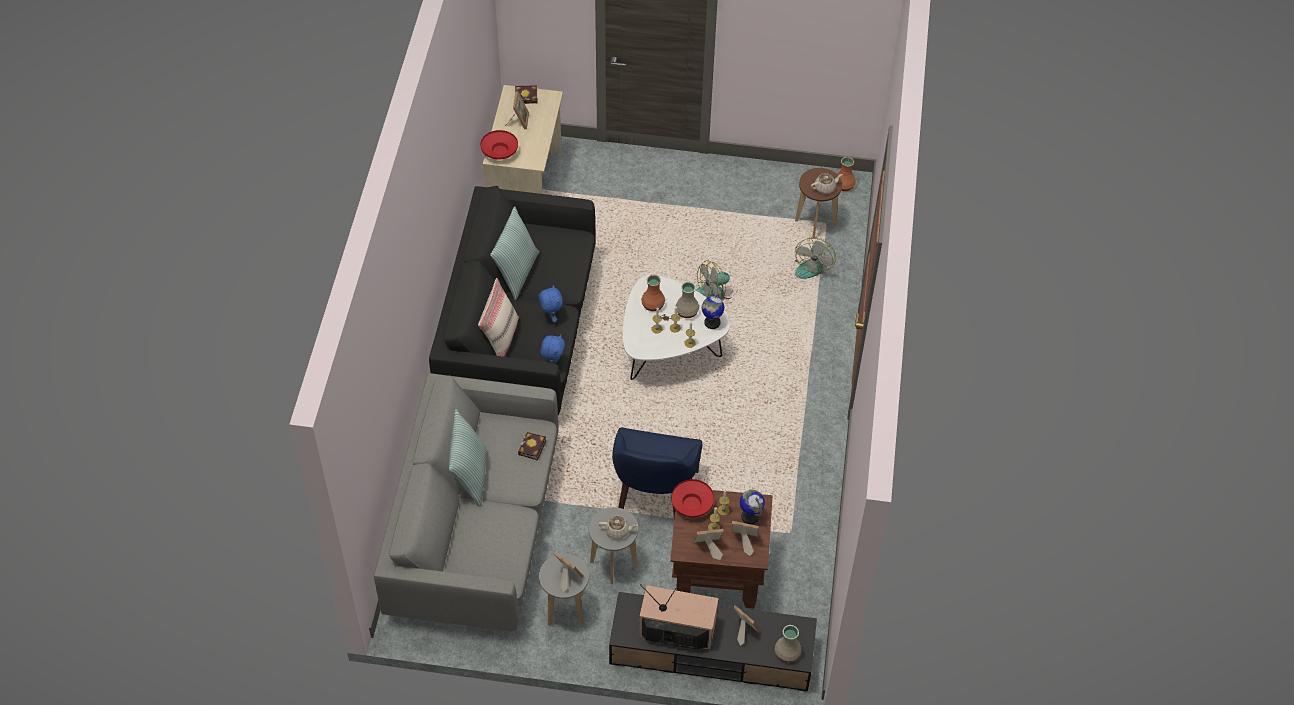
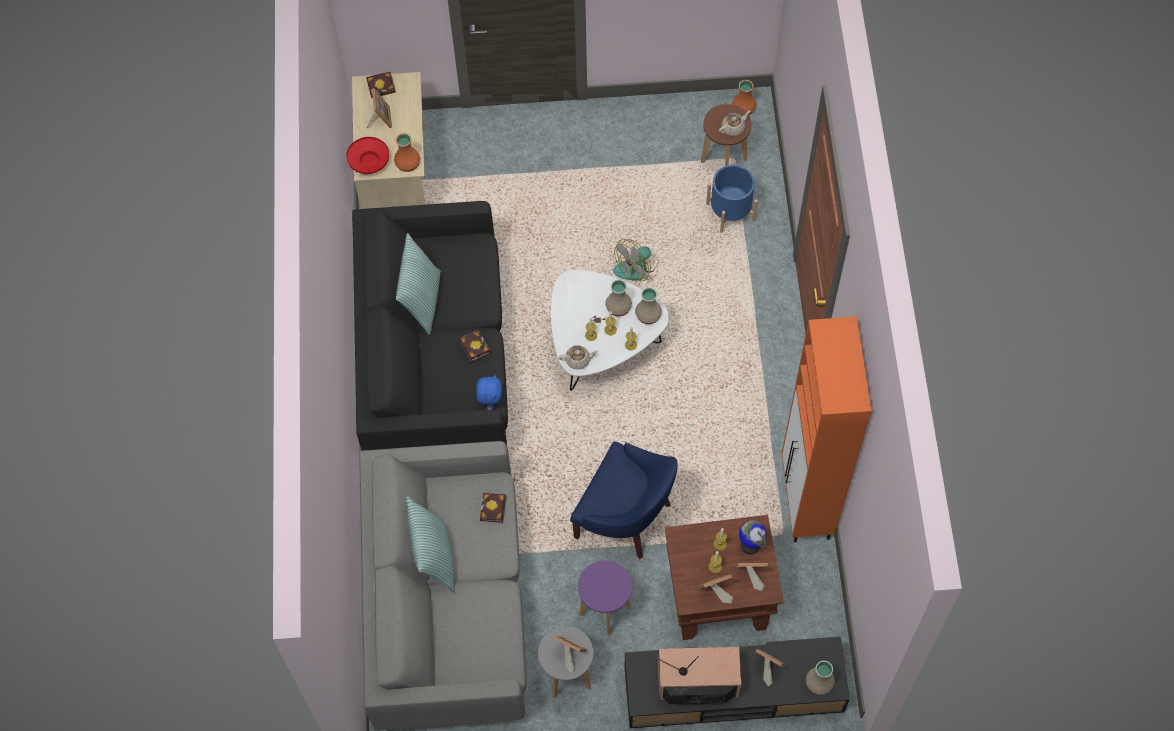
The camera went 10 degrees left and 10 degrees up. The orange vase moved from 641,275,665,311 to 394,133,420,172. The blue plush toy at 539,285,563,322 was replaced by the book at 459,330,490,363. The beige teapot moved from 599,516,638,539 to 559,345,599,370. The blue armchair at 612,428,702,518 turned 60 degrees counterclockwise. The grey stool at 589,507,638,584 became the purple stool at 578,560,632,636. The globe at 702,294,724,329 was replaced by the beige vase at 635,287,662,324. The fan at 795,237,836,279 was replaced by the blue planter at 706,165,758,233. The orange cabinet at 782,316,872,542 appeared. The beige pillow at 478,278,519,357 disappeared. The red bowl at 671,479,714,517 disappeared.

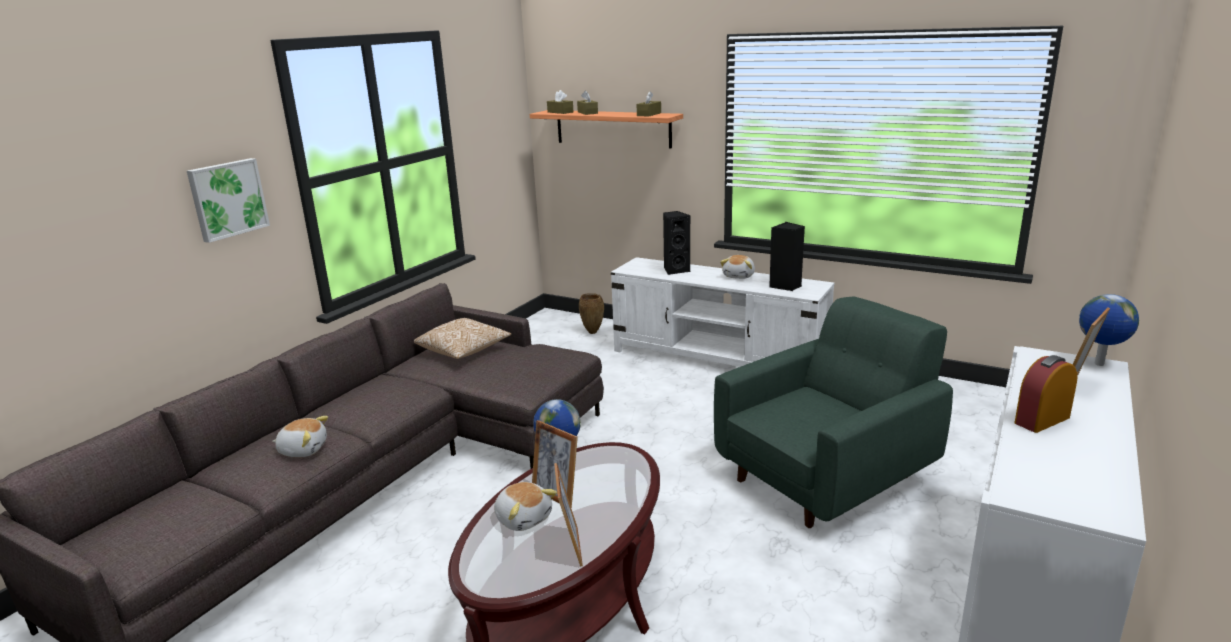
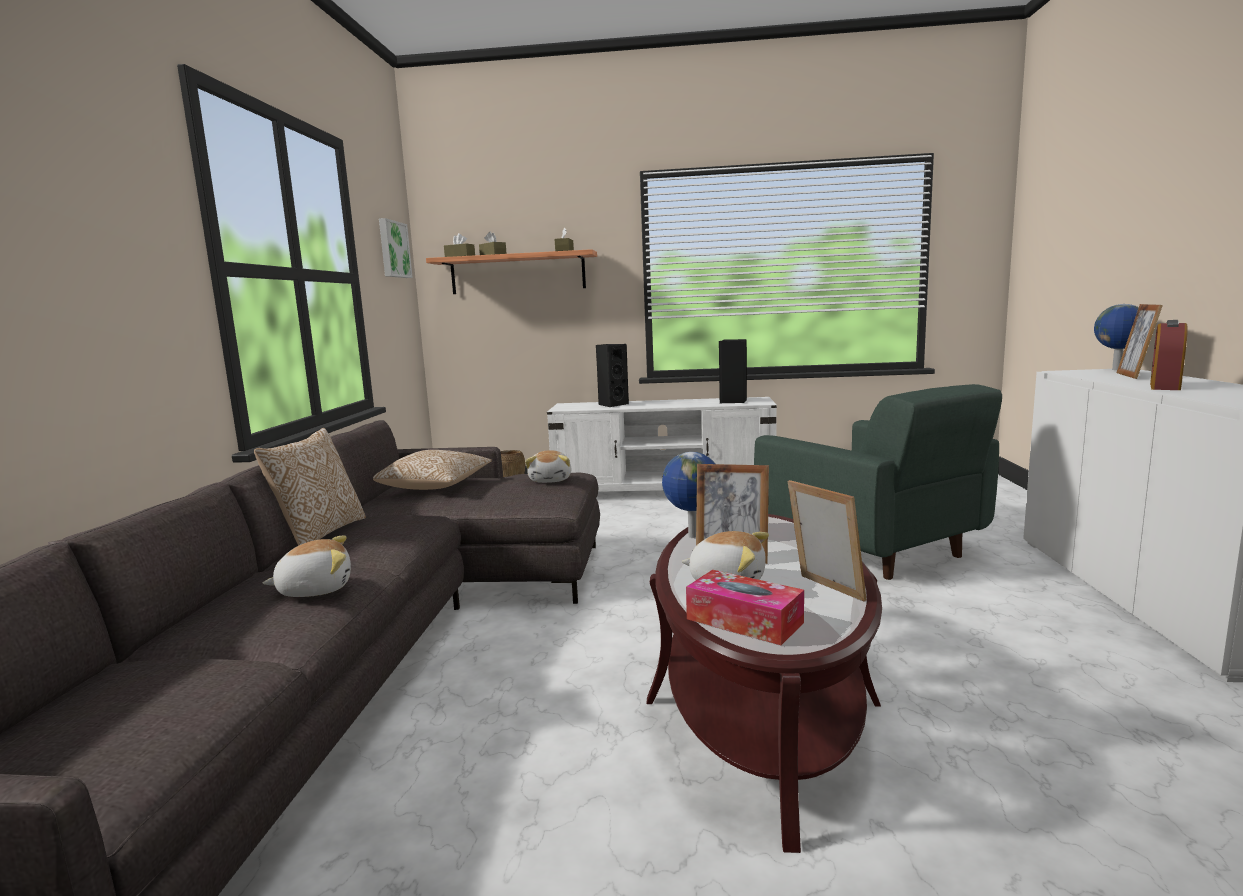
The camera went 25 degrees left and 10 degrees down. The pillow at 254,428,366,546 appeared. The picture moved from 187,158,270,243 to 379,218,413,278. The plush toy moved from 720,255,755,279 to 525,450,571,483. The tissue box at 686,569,804,645 appeared. The green armchair at 714,296,953,528 turned 120 degrees clockwise.

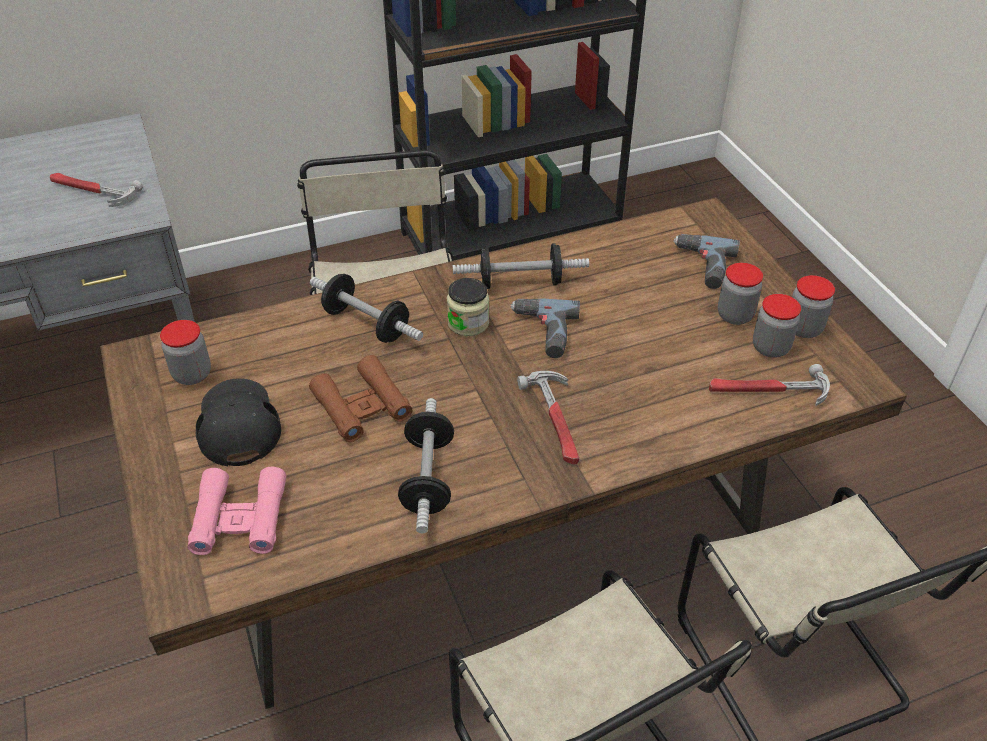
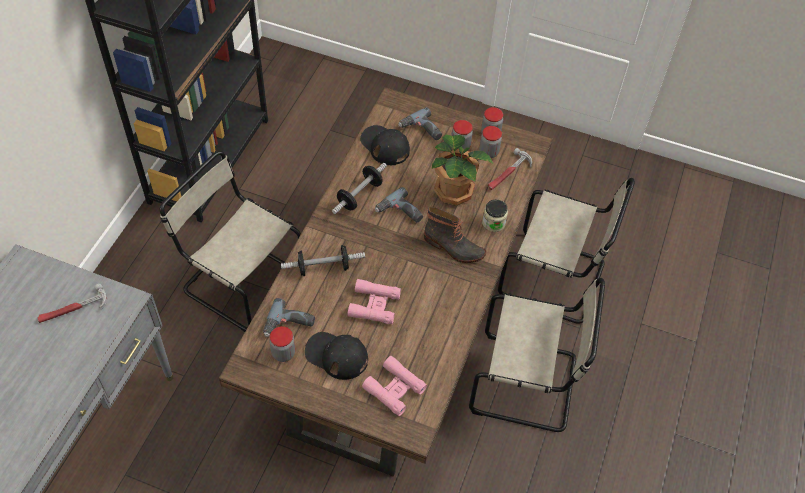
The camera went 50 degrees left and 10 degrees up. The power drill at 263,298,315,337 appeared. The brown binoculars at 309,355,412,442 became the pink binoculars at 347,279,401,324. The black cap at 360,125,410,165 appeared. The hammer at 517,371,579,465 was replaced by the boot at 424,207,486,263. The potted plant at 432,134,493,206 appeared. The jar moved from 447,278,489,336 to 482,200,508,232. The dumbbell at 398,398,454,533 disappeared.

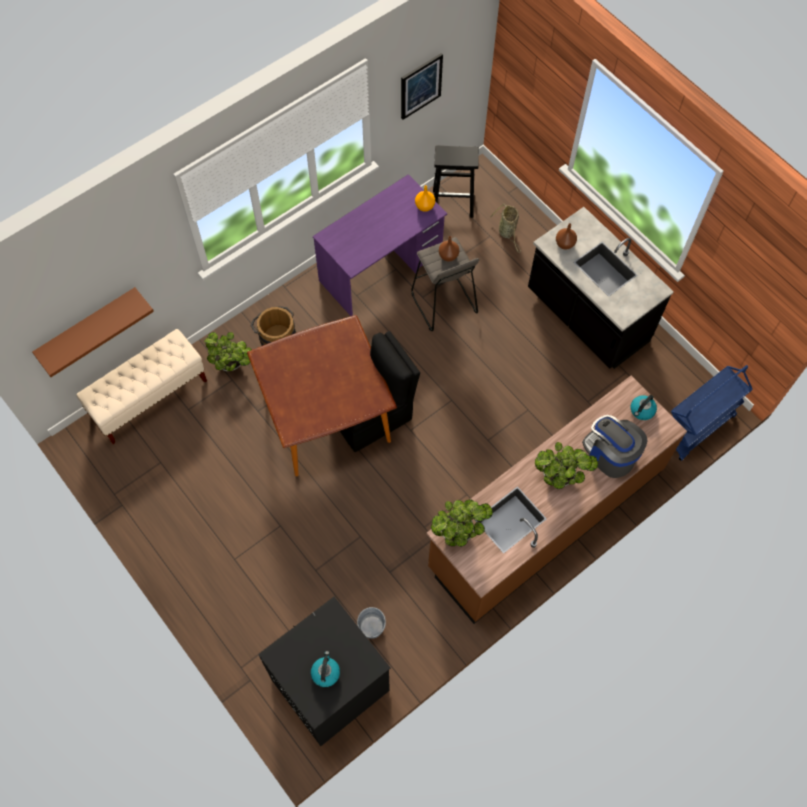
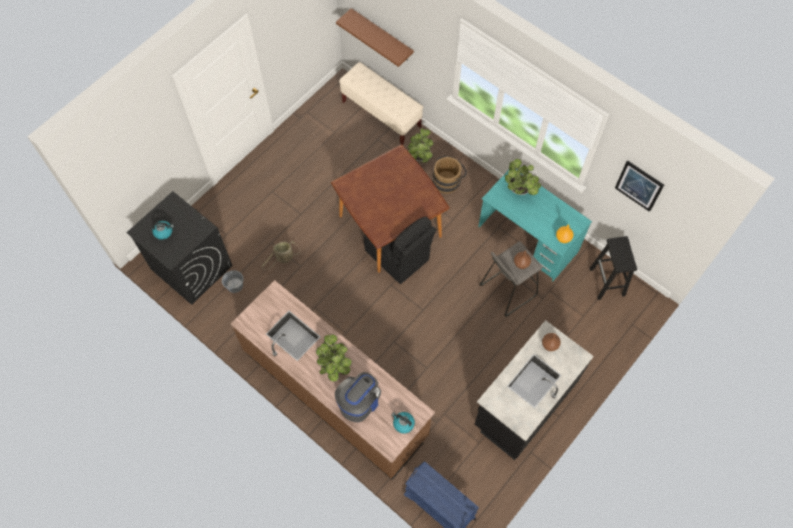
The camera went 80 degrees right and 0 degrees up. The basket moved from 489,203,521,253 to 261,241,301,270. The purple desk at 313,174,447,316 became the turquoise desk at 478,169,592,281. The potted plant moved from 431,499,493,547 to 505,159,541,195.

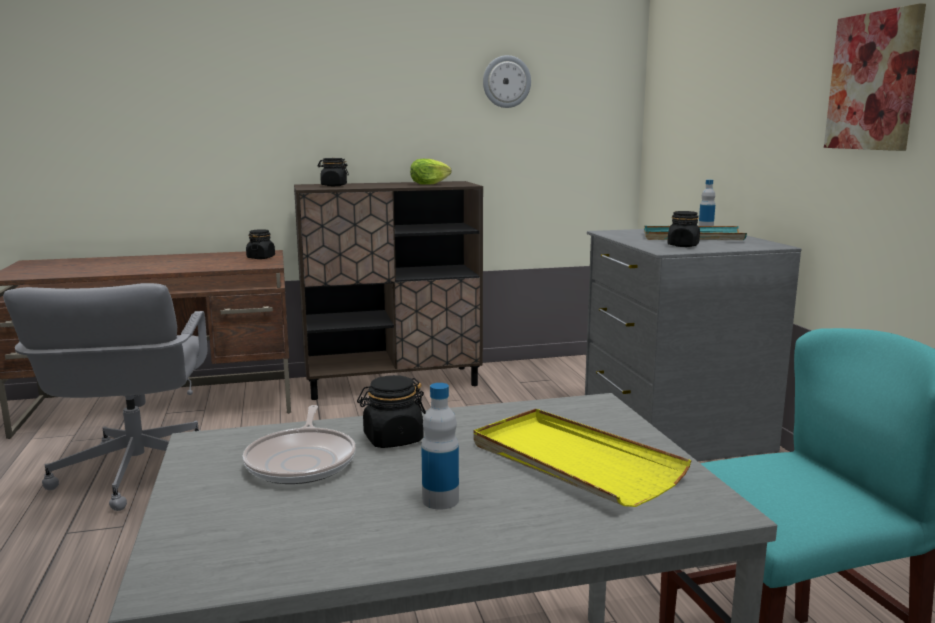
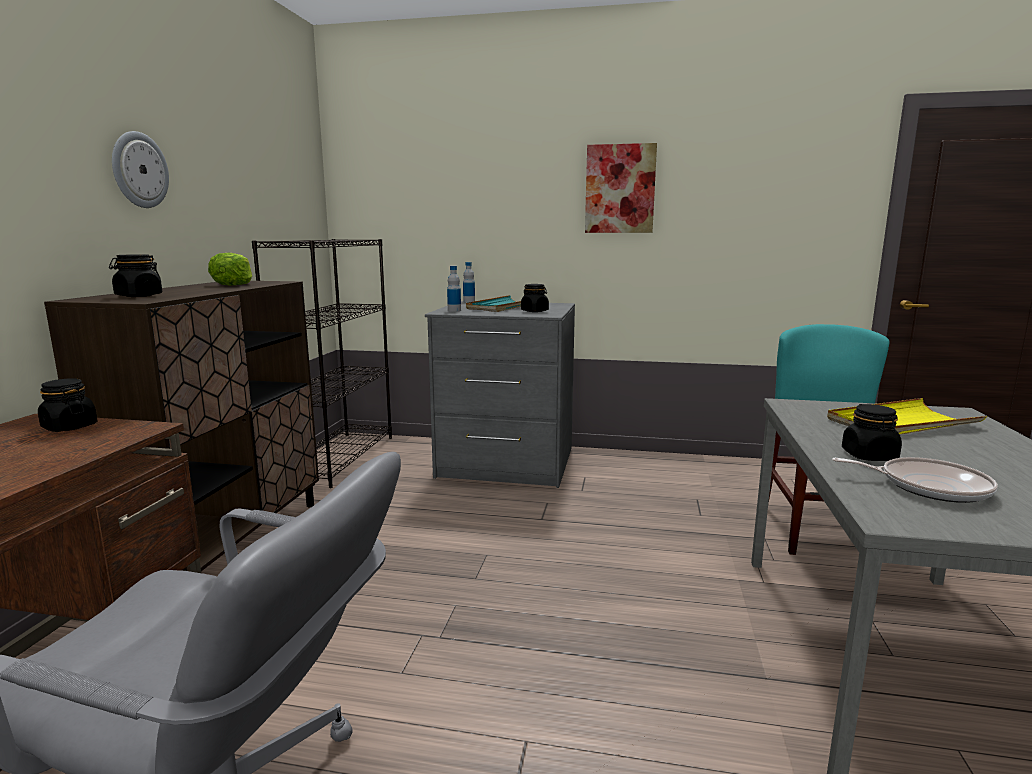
The camera went 65 degrees left and 0 degrees up. The wall clock moved from 483,55,531,108 to 112,131,169,208. The black bookcase at 252,239,392,488 appeared. The bottle moved from 421,383,459,510 to 447,266,461,312.

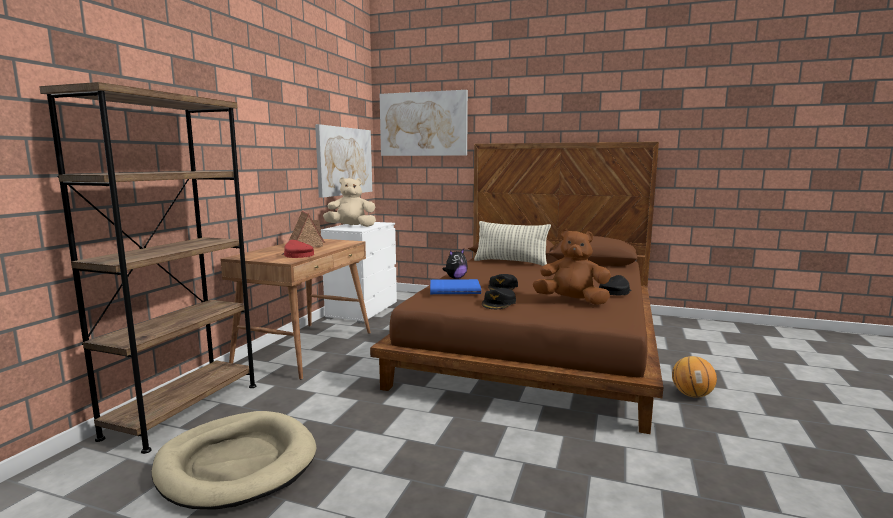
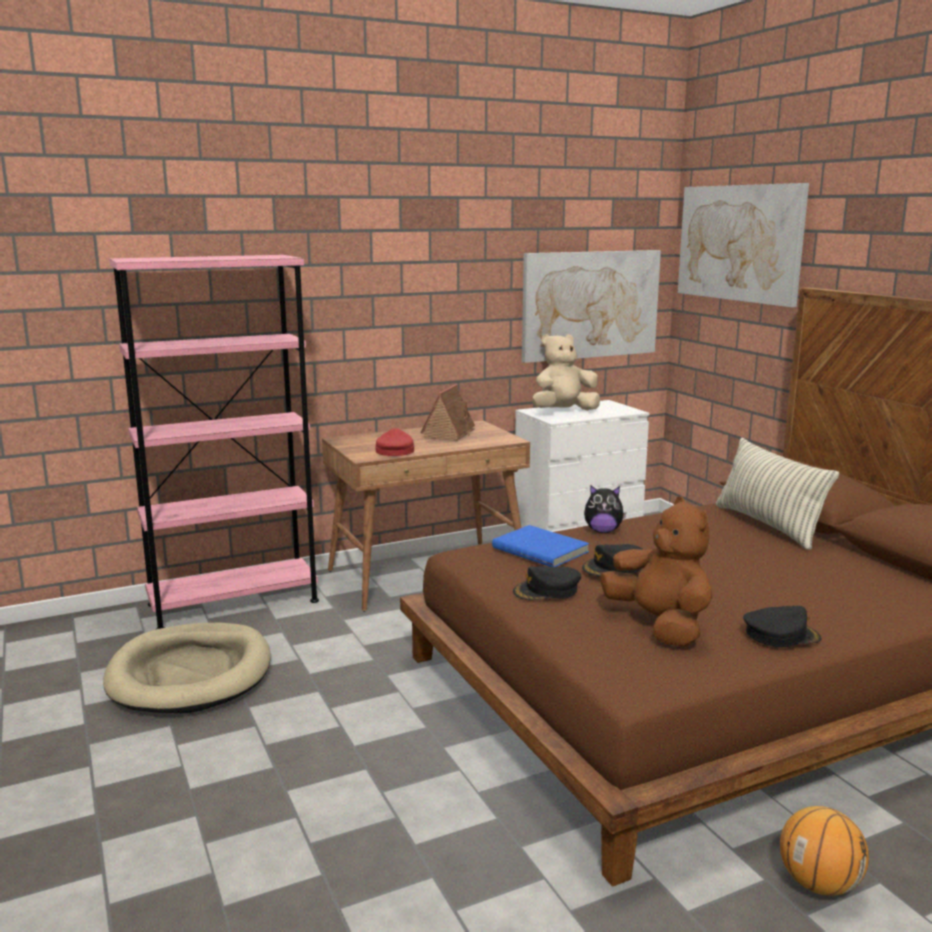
The camera went 45 degrees right and 5 degrees up. The brown bookcase at 39,82,256,454 became the pink bookcase at 109,255,319,629. The beige plush toy at 323,177,376,227 turned 60 degrees counterclockwise.

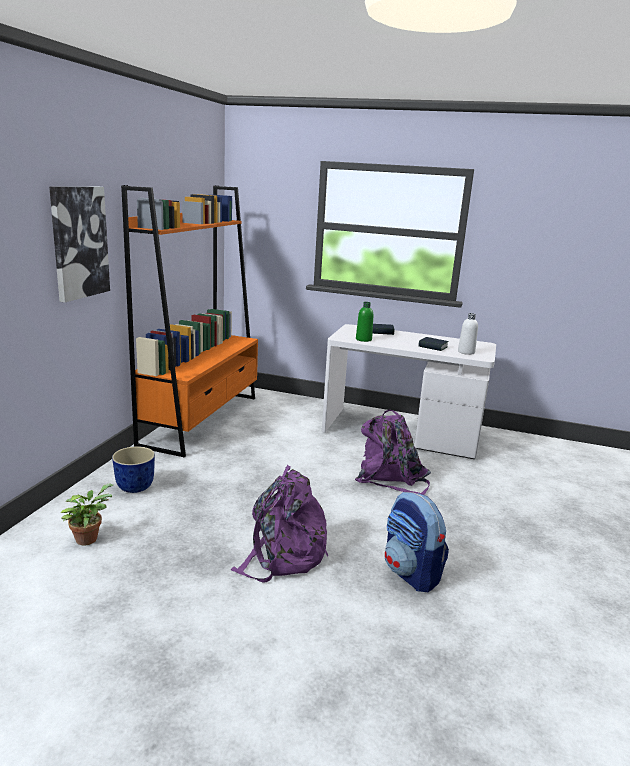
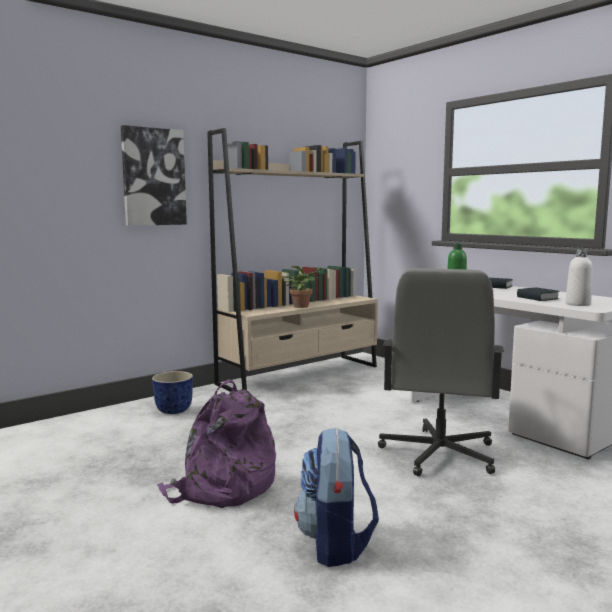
The camera went 35 degrees right and 10 degrees down. The orange bookcase at 121,185,258,457 became the beige bookcase at 207,128,378,392. The potted plant moved from 61,483,113,546 to 284,266,324,308. The purple backpack at 355,410,431,495 was replaced by the grey office chair at 378,268,504,476.

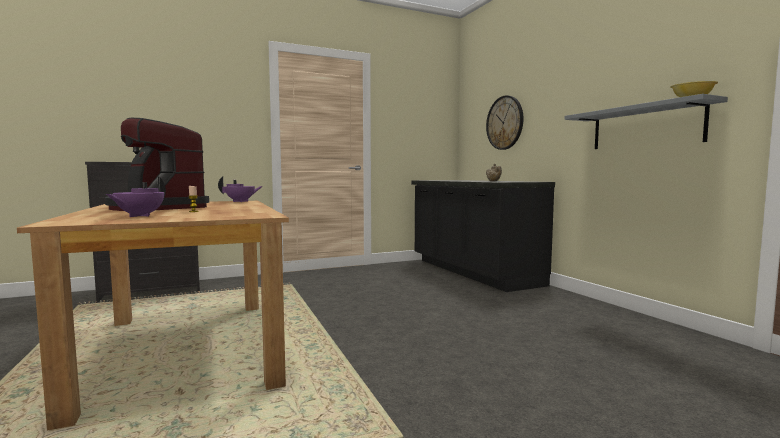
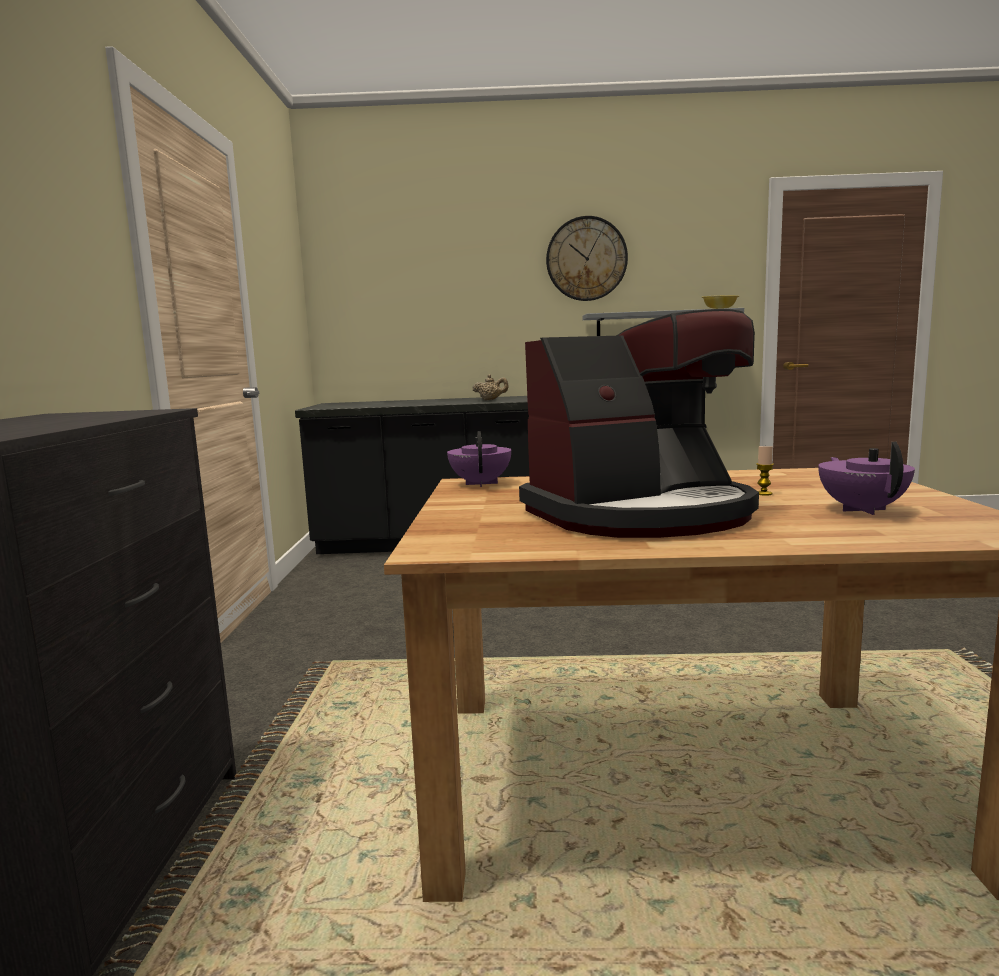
The camera went 65 degrees left and 5 degrees up. The wall clock moved from 486,95,523,150 to 546,216,628,301. The purple teapot at 106,176,166,217 turned 135 degrees counterclockwise.

